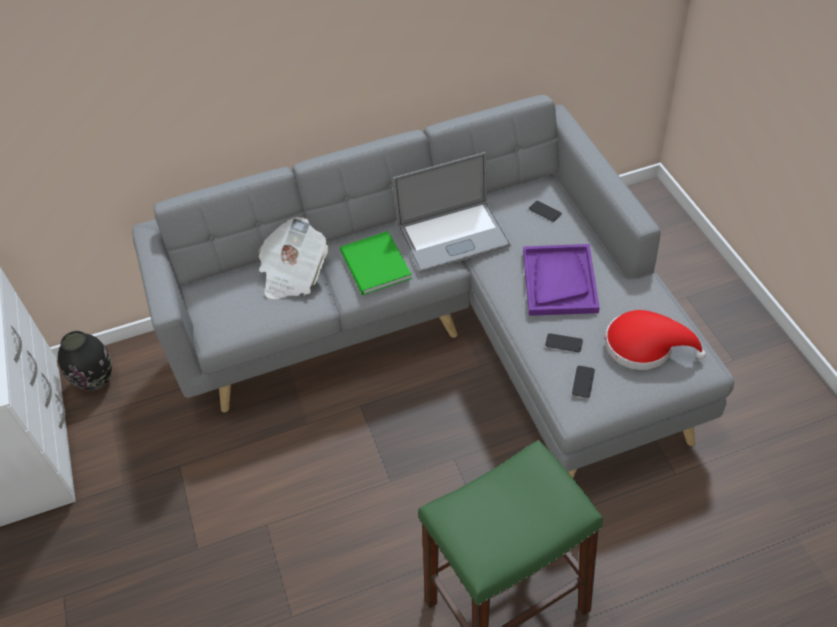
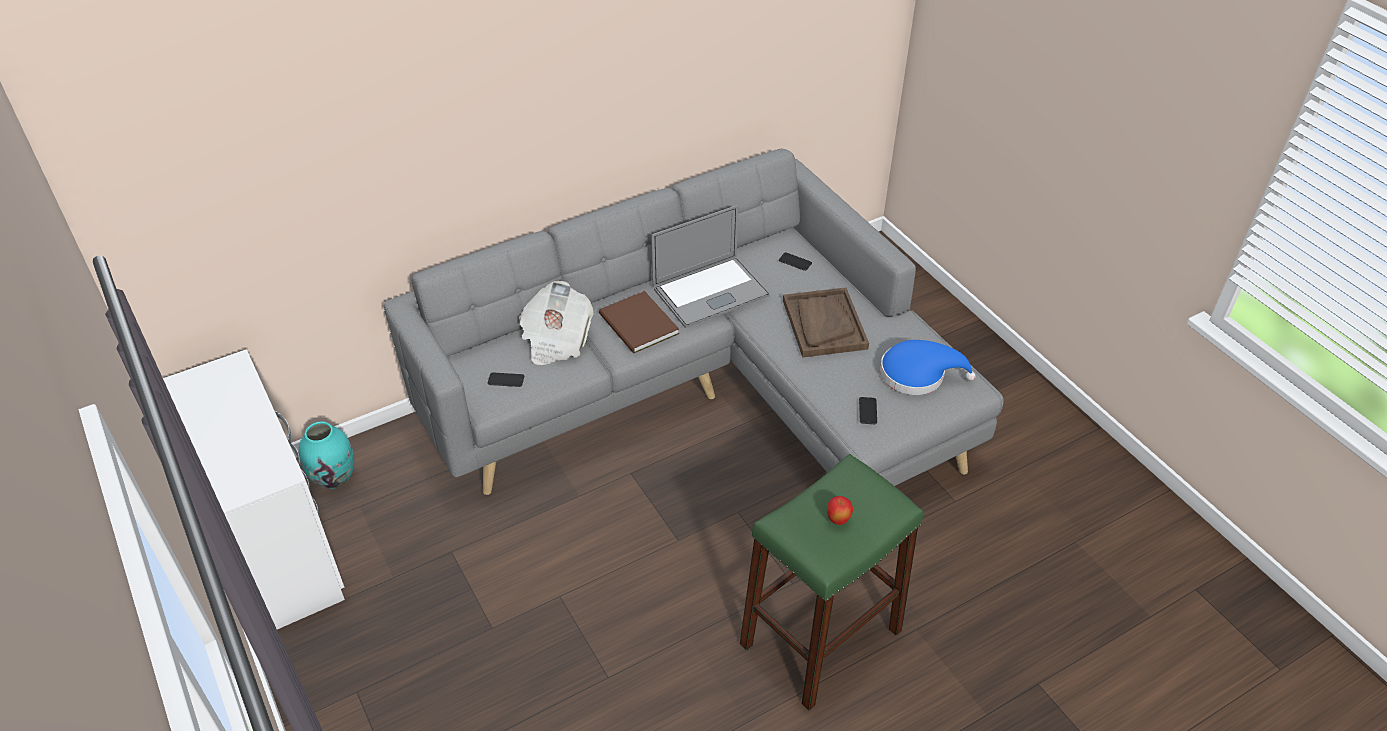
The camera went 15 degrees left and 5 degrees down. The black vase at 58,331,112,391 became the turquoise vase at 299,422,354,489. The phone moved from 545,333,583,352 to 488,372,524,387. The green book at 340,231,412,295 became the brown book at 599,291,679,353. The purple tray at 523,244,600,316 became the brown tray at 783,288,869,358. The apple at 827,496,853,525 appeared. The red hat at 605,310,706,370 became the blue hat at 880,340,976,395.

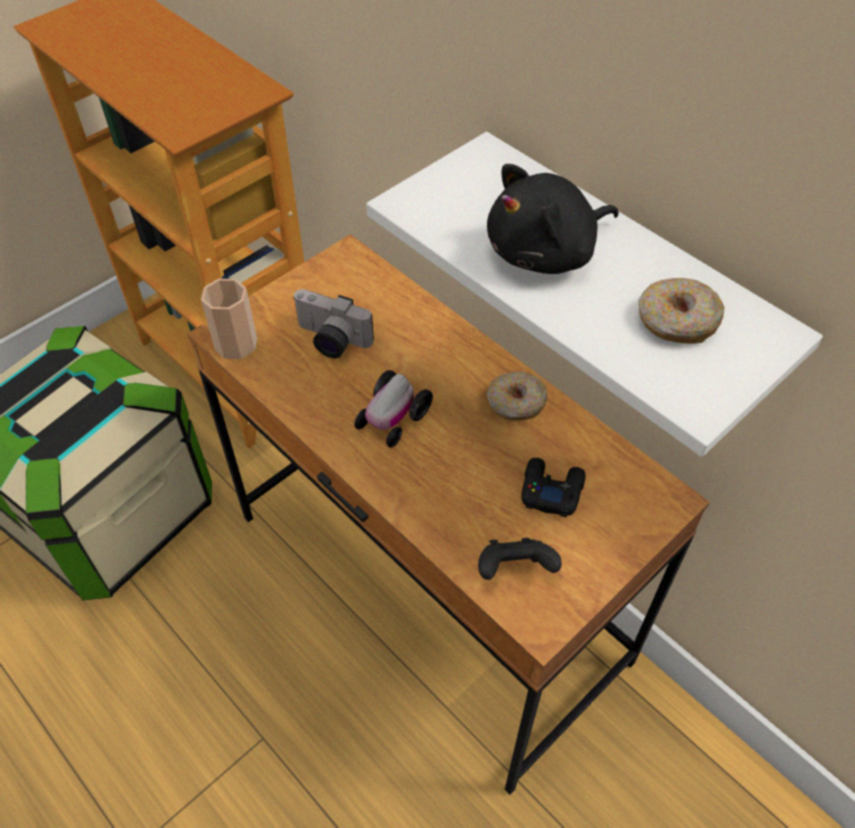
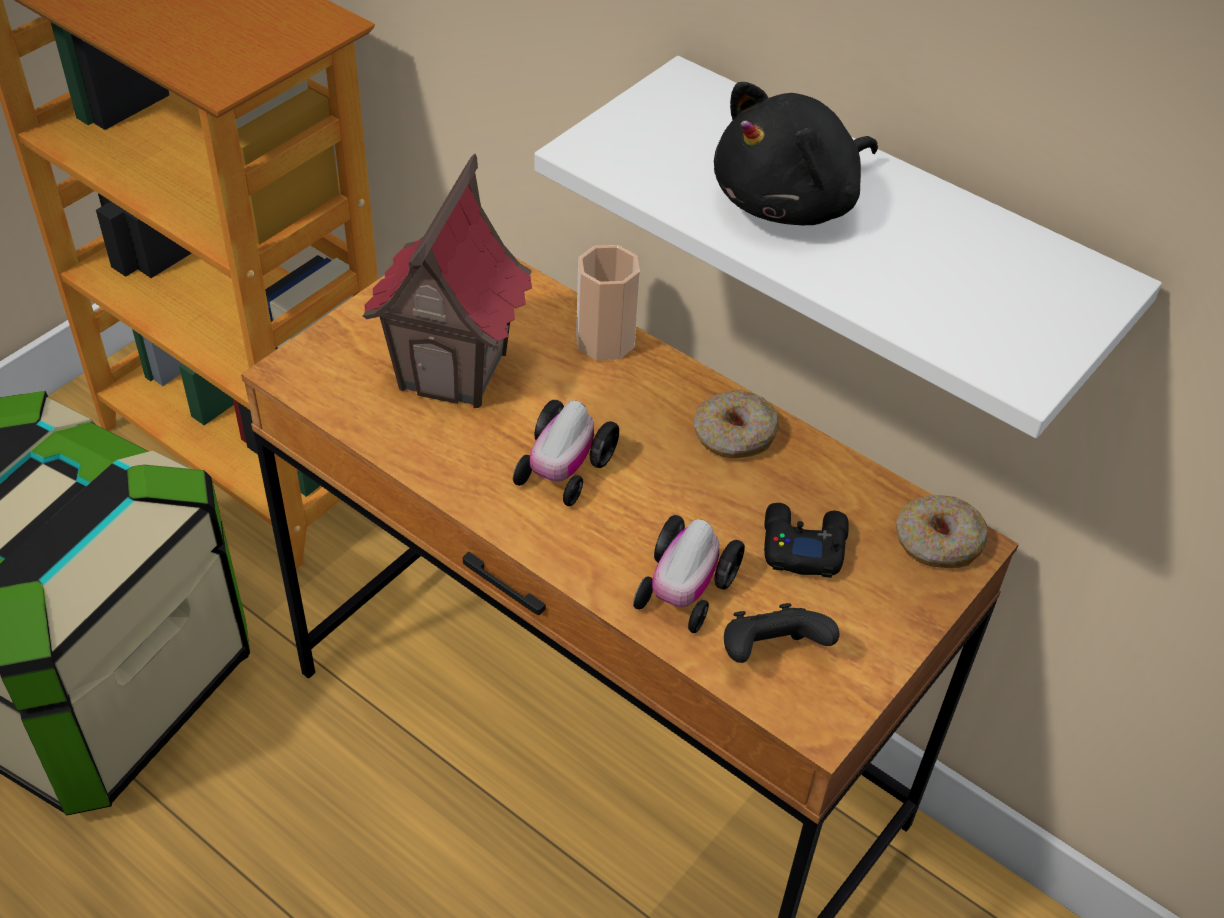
The camera went 10 degrees left and 5 degrees down. The photo camera at 292,289,374,358 was replaced by the toy house at 363,153,532,408. The cup moved from 201,279,257,359 to 576,245,640,360. The toy car at 633,515,745,633 appeared. The donut moved from 639,278,725,344 to 896,495,988,568.

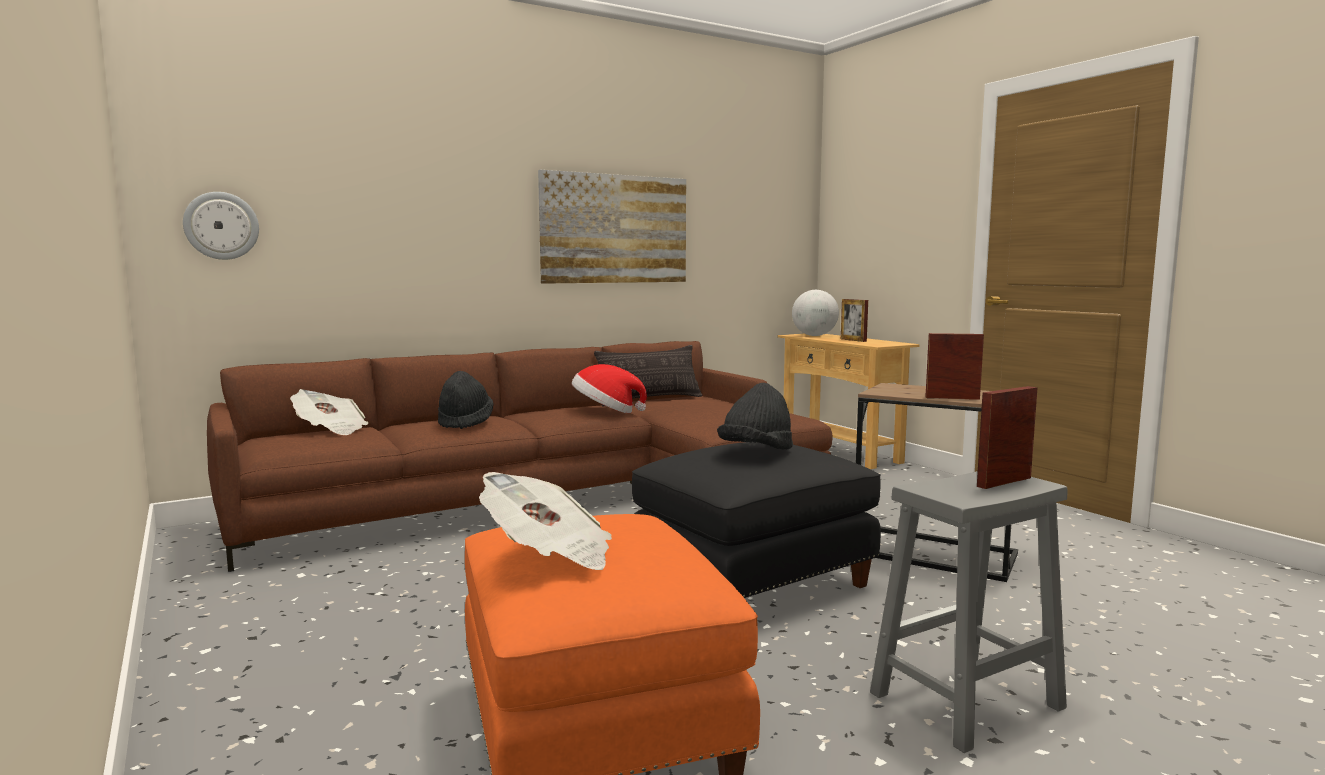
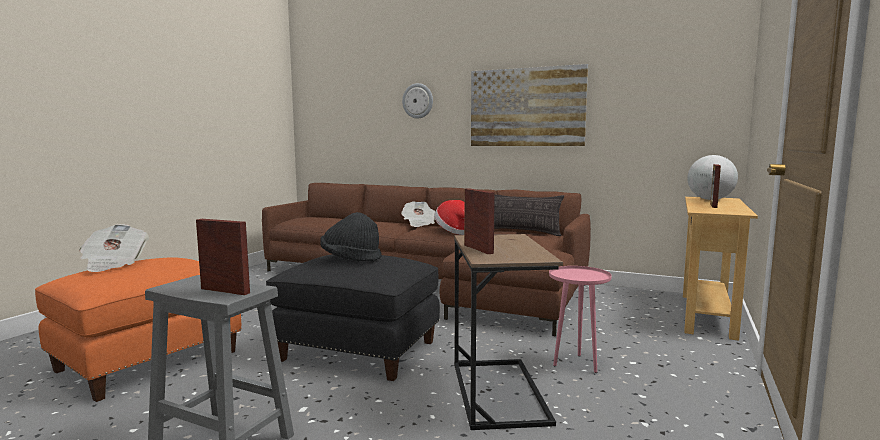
The camera went 55 degrees right and 0 degrees up. The newspaper moved from 290,389,368,435 to 401,201,435,227. The wall clock moved from 183,192,259,260 to 402,83,433,119. The pink side table at 549,266,612,373 appeared. The black hat at 438,371,494,429 disappeared.

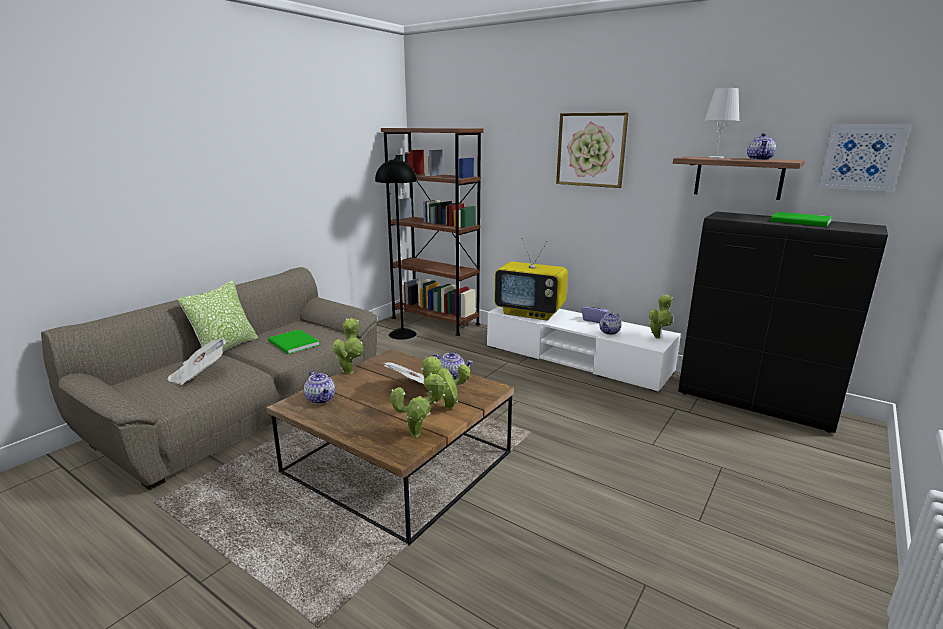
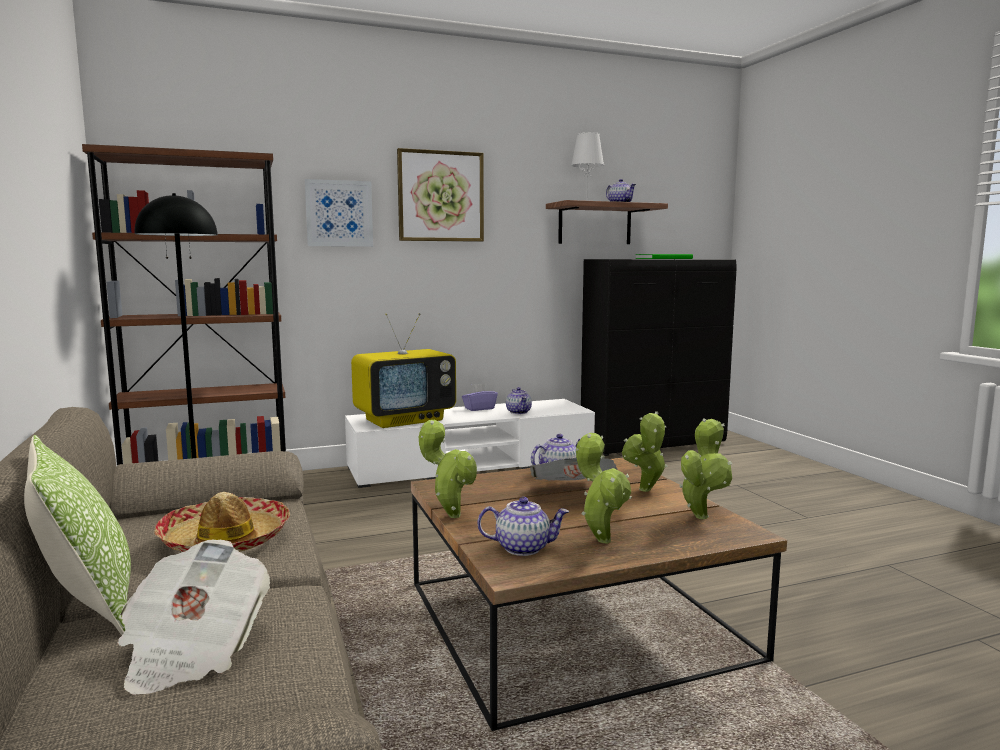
The camera went 55 degrees left and 10 degrees down. The green book at 268,329,320,354 was replaced by the hat at 154,492,290,552. The picture moved from 818,124,910,192 to 305,179,373,247. The potted plant moved from 649,294,673,339 to 576,433,632,543.

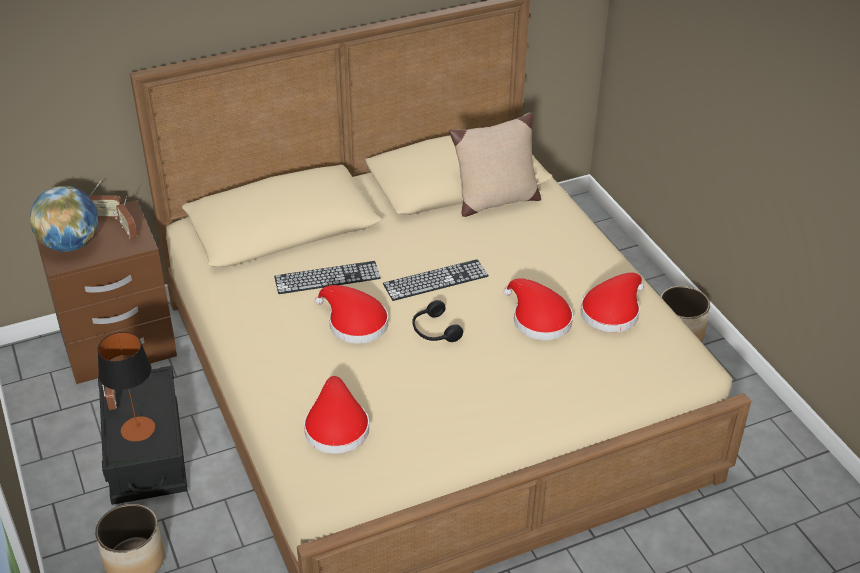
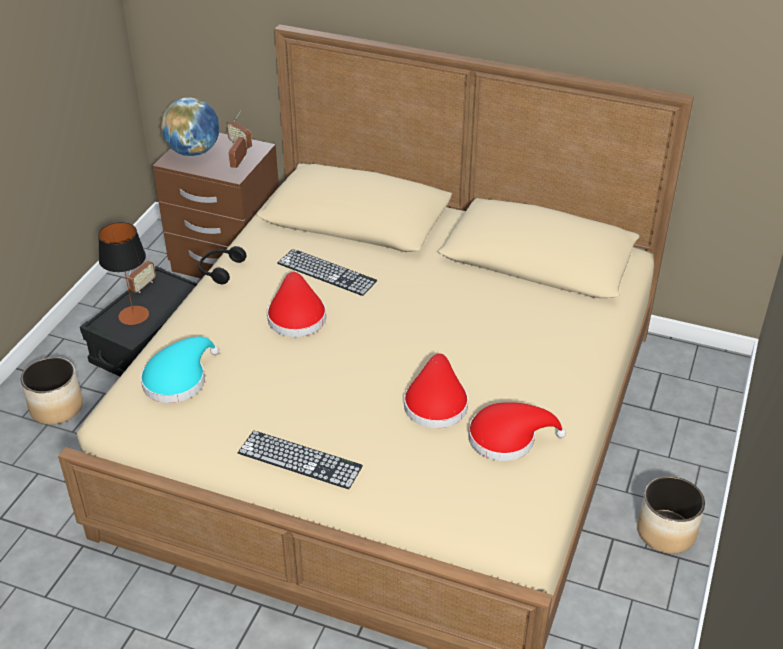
The camera went 45 degrees right and 0 degrees up. The red hat at 304,376,369,454 became the turquoise hat at 141,337,219,403. The black headphones moved from 412,300,463,342 to 199,246,246,284. The keyboard moved from 383,259,489,301 to 238,430,363,489. The beige pillow at 449,113,541,217 disappeared.

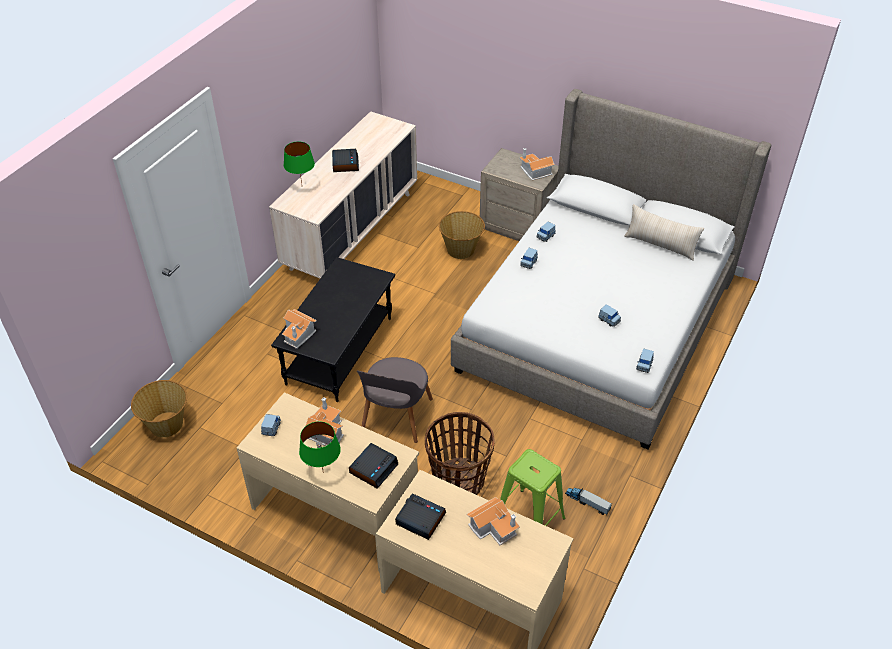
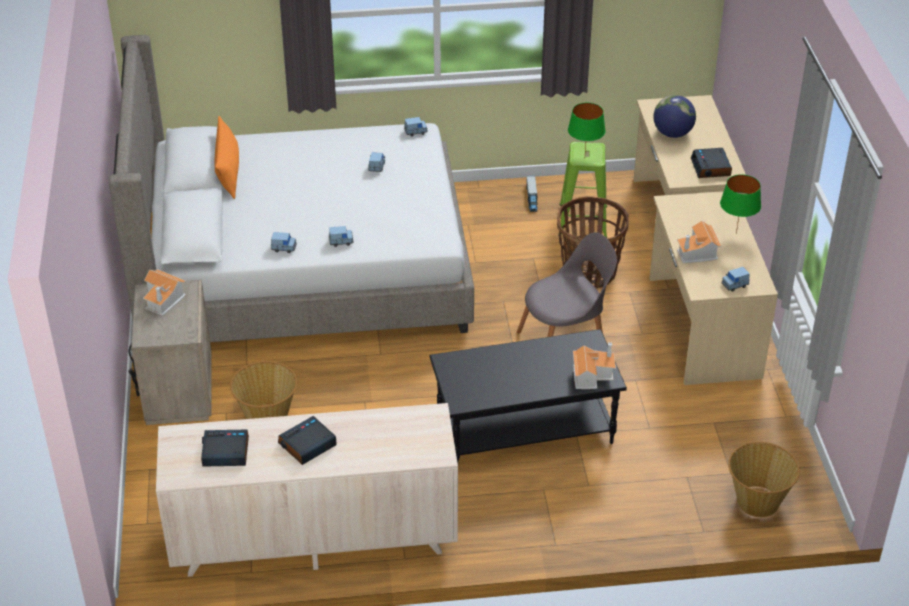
The camera went 125 degrees left and 5 degrees down. The alarm clock moved from 349,443,398,489 to 201,430,249,467. The beige pillow at 624,204,704,260 became the orange pillow at 215,116,239,199. The green table lamp moved from 284,142,315,184 to 568,103,606,152. The toy house at 466,497,520,545 was replaced by the globe at 654,95,696,138.

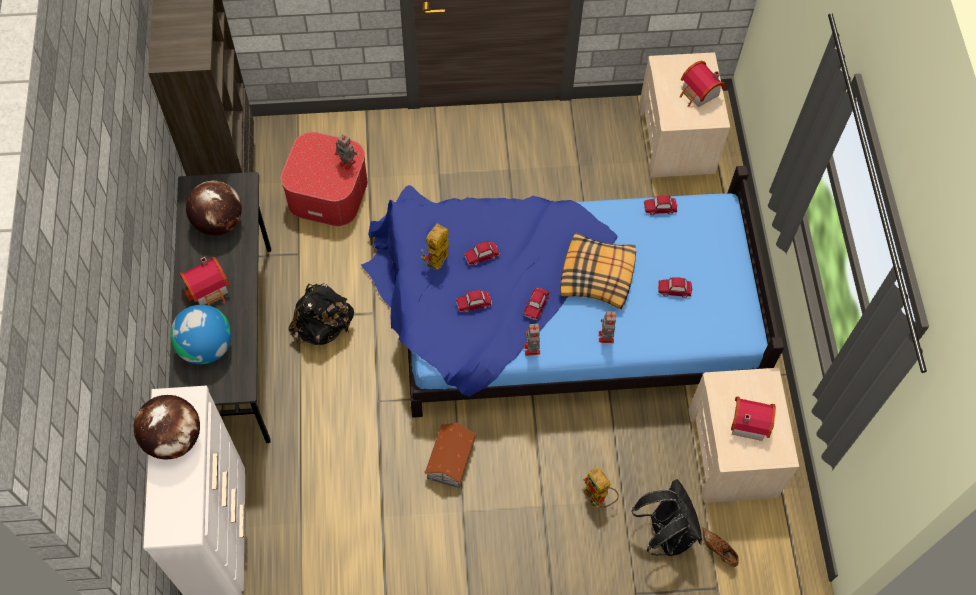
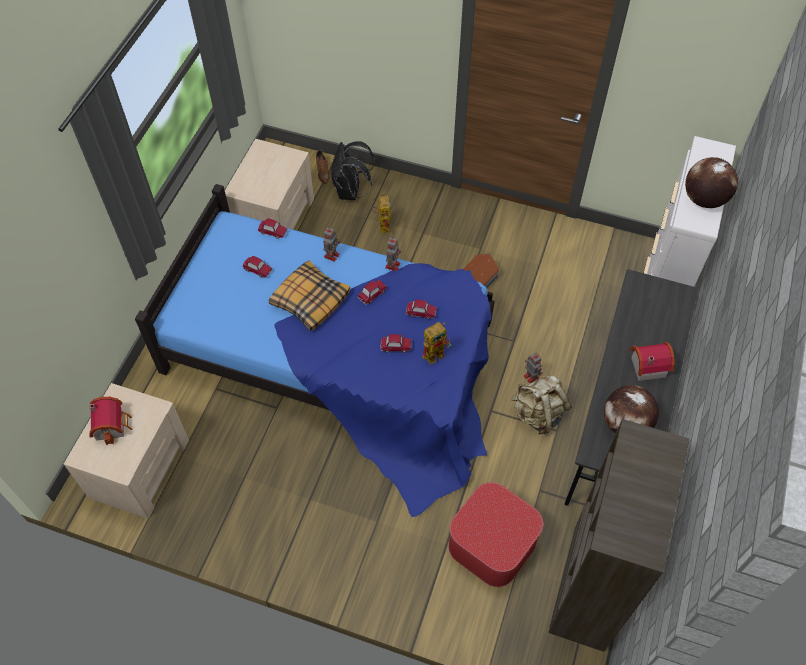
The camera went 155 degrees left and 5 degrees down. The toy car moved from 644,195,677,215 to 258,218,287,239. The black backpack at 288,283,354,345 became the beige backpack at 511,375,572,435. The toy robot moved from 335,134,357,170 to 524,353,543,383. The globe at 171,305,231,364 disappeared. The toy house at 731,396,776,441 disappeared.

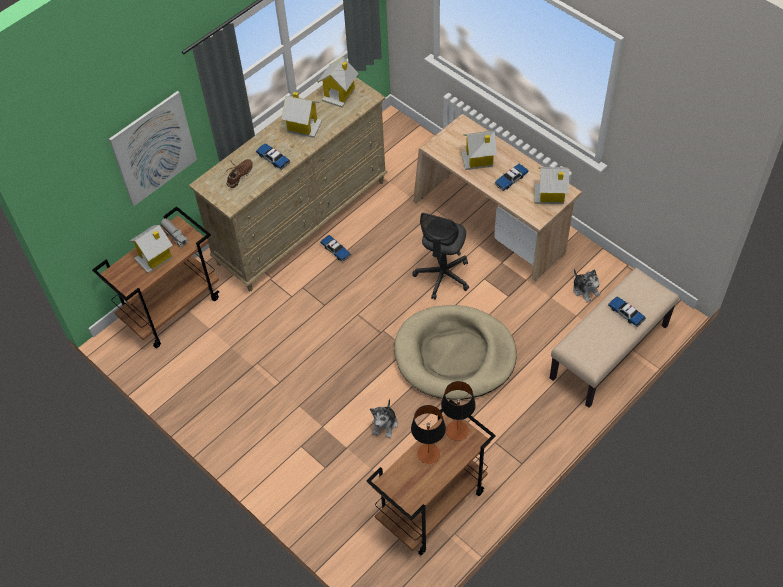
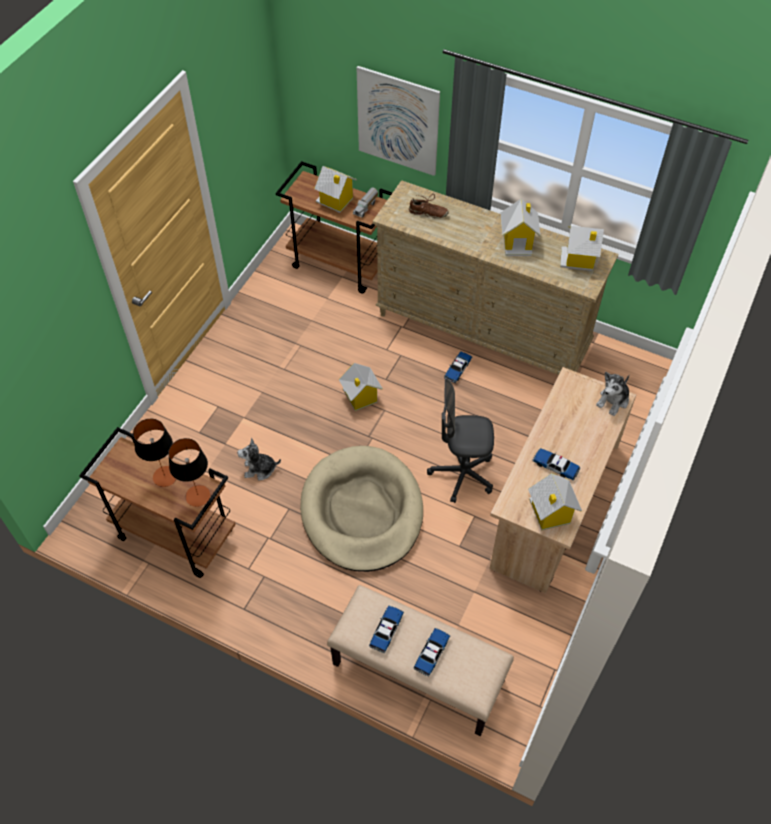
The camera went 70 degrees right and 0 degrees up. The toy house moved from 461,131,497,170 to 339,363,383,411. The toy car moved from 256,144,291,170 to 369,606,404,653. The plush toy moved from 573,269,600,303 to 596,372,629,416.

